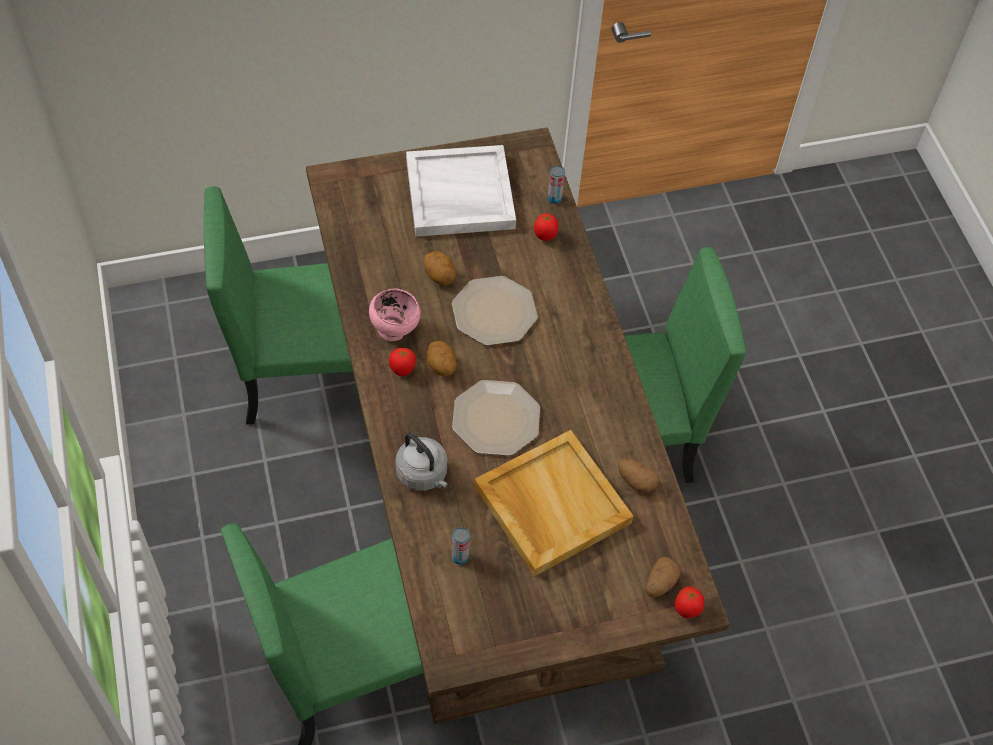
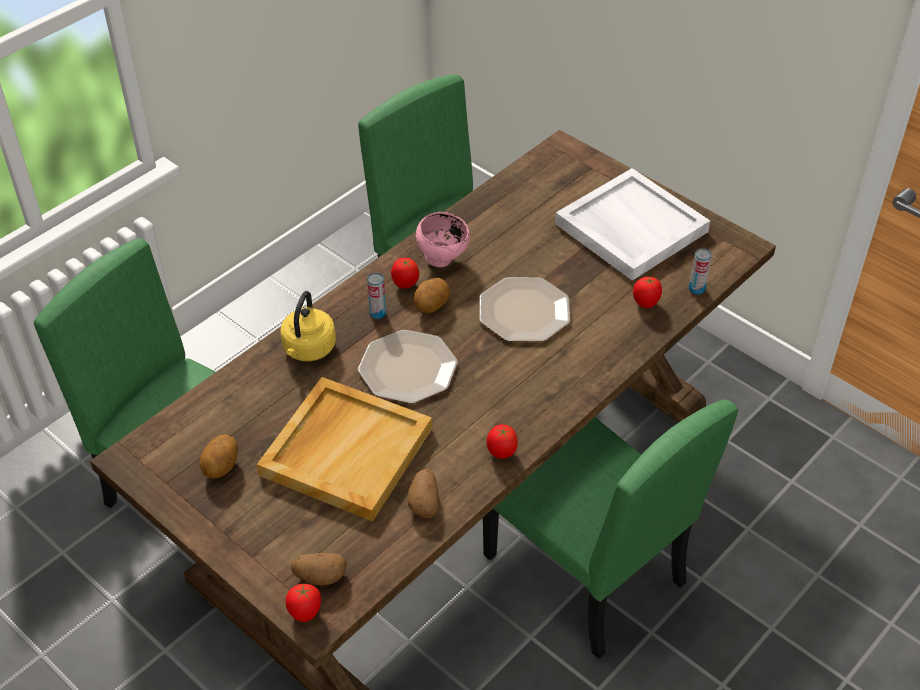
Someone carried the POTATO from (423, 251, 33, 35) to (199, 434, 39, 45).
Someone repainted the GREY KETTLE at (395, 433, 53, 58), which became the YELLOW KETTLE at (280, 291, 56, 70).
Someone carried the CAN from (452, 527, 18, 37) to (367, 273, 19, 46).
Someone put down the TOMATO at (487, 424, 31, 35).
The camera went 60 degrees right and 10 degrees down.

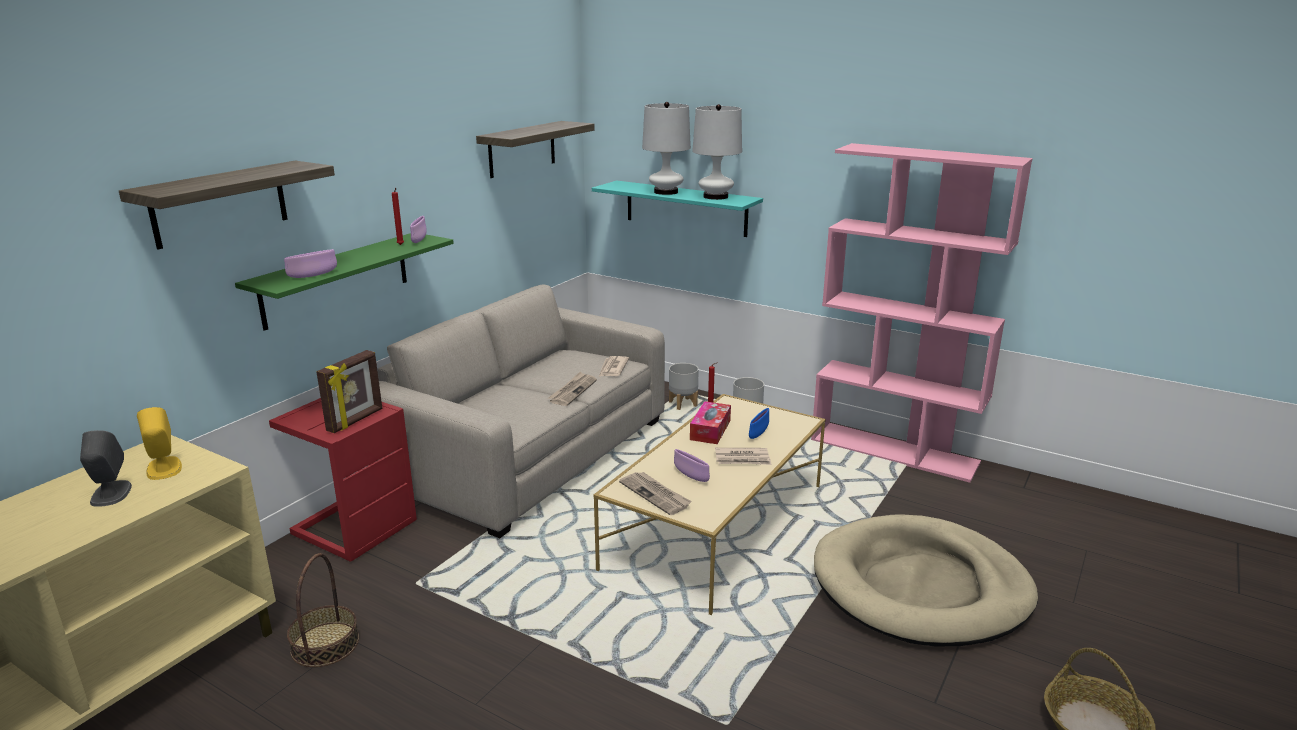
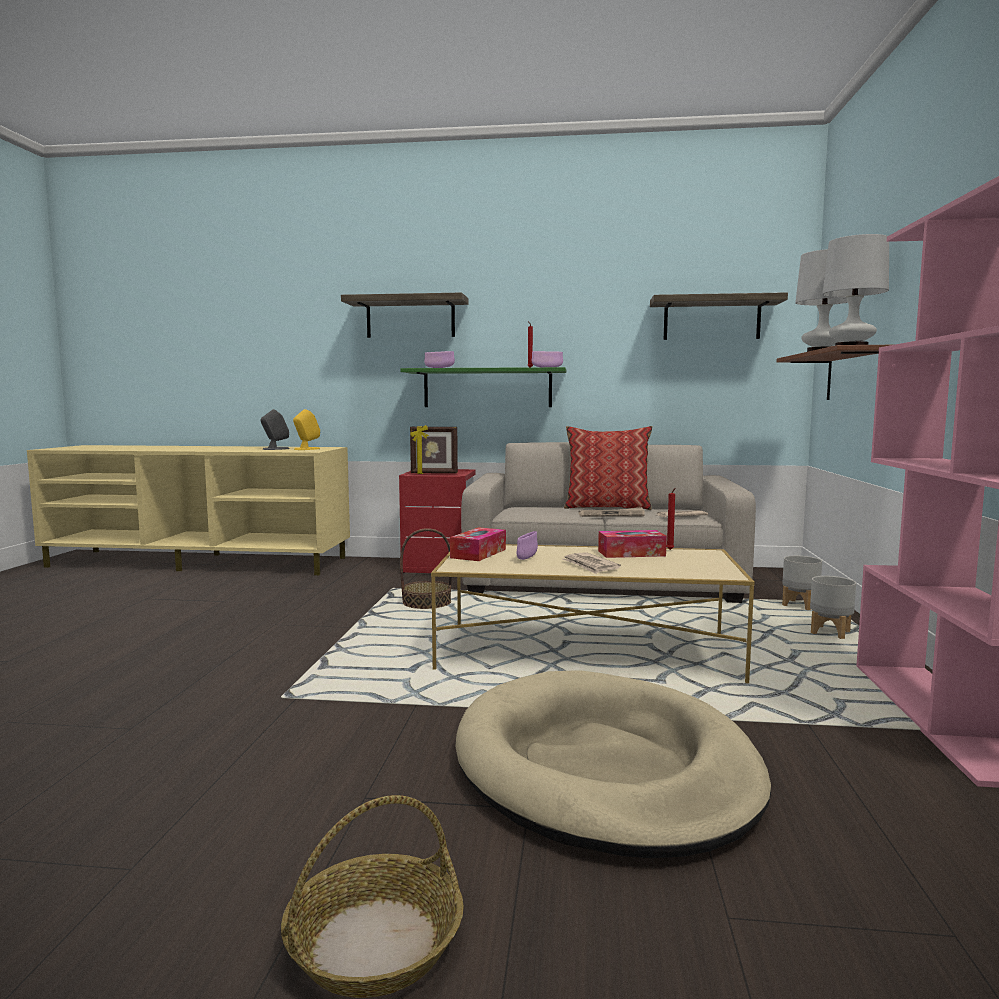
Someone repainted the TURQUOISE SHELF at (592, 180, 171, 57), which became the BROWN SHELF at (777, 345, 113, 55).
Someone took away the BLUE BOWL at (749, 408, 20, 31).
Someone swapped the NEWSPAPER at (619, 472, 73, 43) for the TISSUE BOX at (450, 527, 56, 34).
Someone carried the BASKET from (287, 553, 72, 114) to (400, 528, 52, 81).
Someone put down the PILLOW at (564, 426, 89, 84).
The camera went 65 degrees right and 15 degrees down.

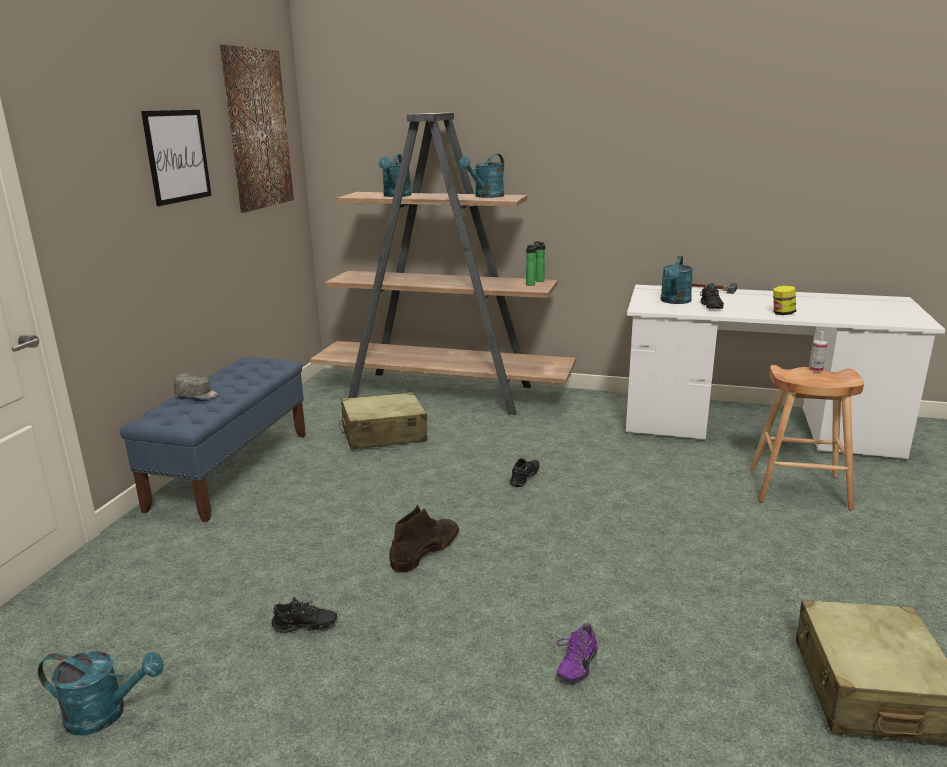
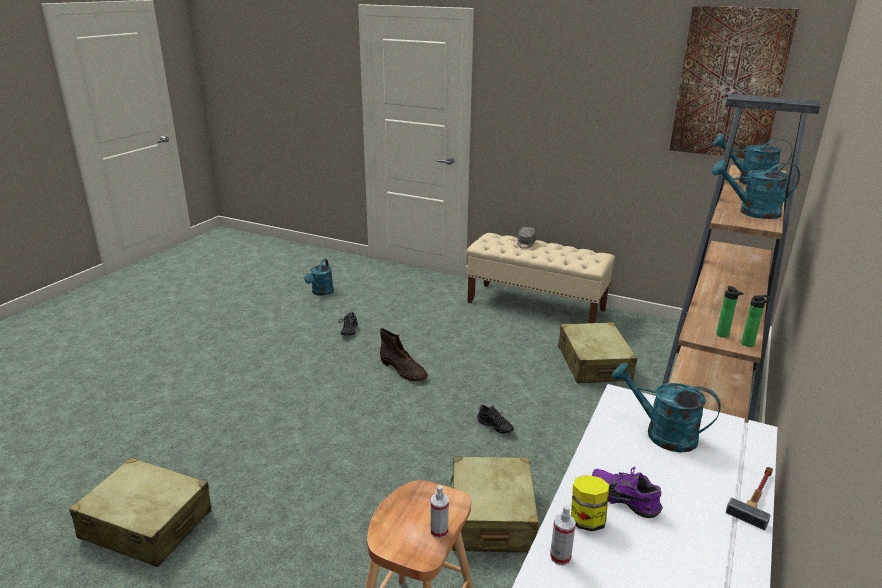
Someone took away the PICTURE at (141, 110, 71, 96).
Someone rotated the TURQUOISE WATERING CAN at (459, 154, 45, 44) by 45 degrees counterclockwise.
Someone took away the BLACK SHOE at (700, 283, 24, 26).
Someone repainted the BLUE BENCH at (120, 357, 186, 165), which became the BEIGE BENCH at (466, 233, 149, 90).
Someone carried the PURPLE SHOE from (557, 623, 41, 59) to (592, 467, 71, 51).
Someone put down the BEIGE SUITCASE at (449, 456, 90, 97).
Someone put down the SPRAY BOTTLE at (550, 505, 26, 61).
The camera went 100 degrees right and 5 degrees up.

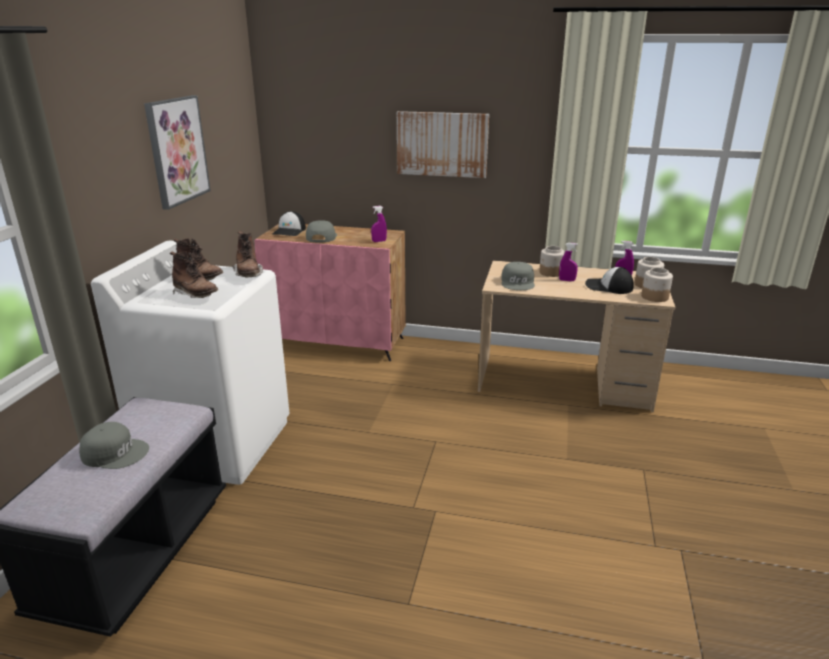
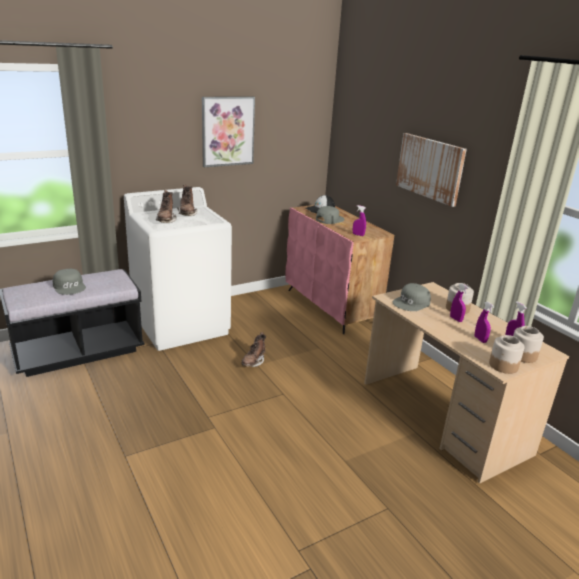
Someone carried the BROWN BOOT from (232, 231, 31, 47) to (242, 332, 24, 35).
Someone swapped the CAP at (585, 267, 49, 27) for the PURPLE SPRAY BOTTLE at (475, 302, 19, 41).
The camera went 45 degrees right and 0 degrees up.

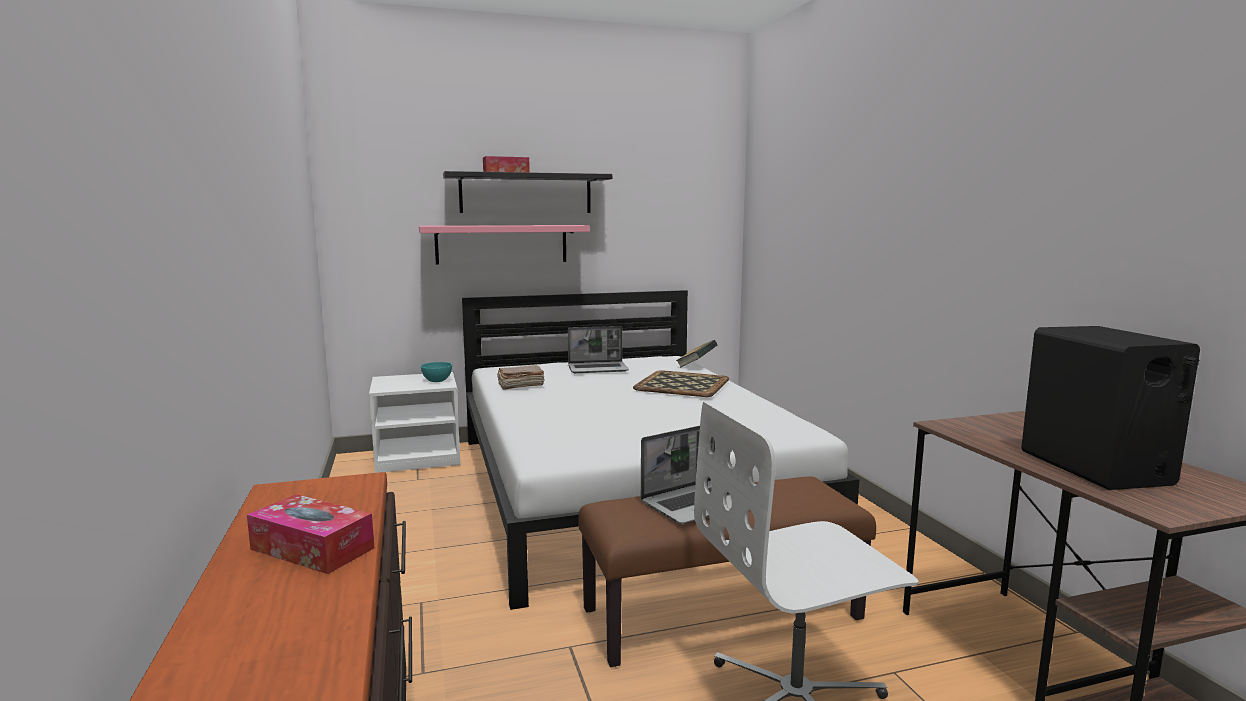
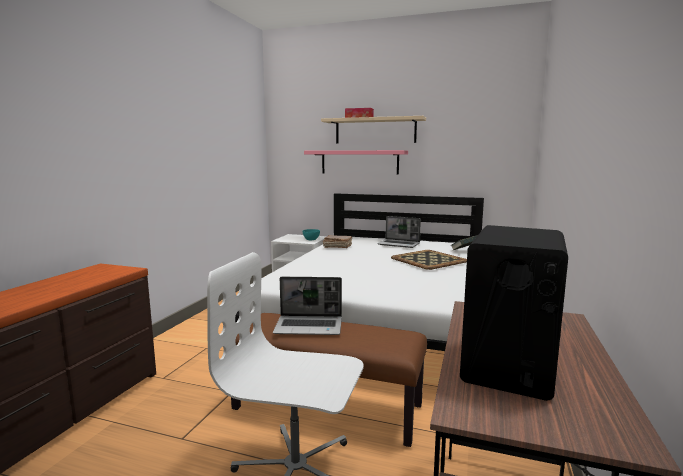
Someone repainted the BLACK SHELF at (443, 171, 169, 42), which became the BEIGE SHELF at (321, 116, 105, 27).
Someone took away the TISSUE BOX at (247, 494, 127, 80).
The camera went 35 degrees right and 0 degrees up.

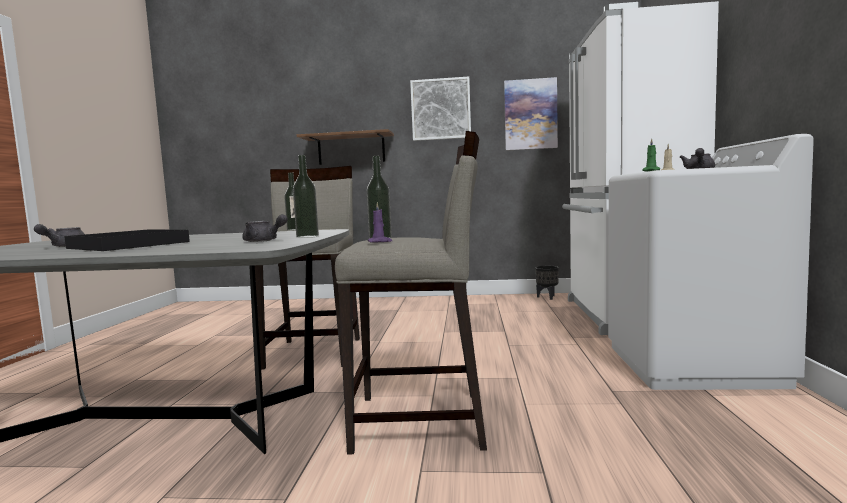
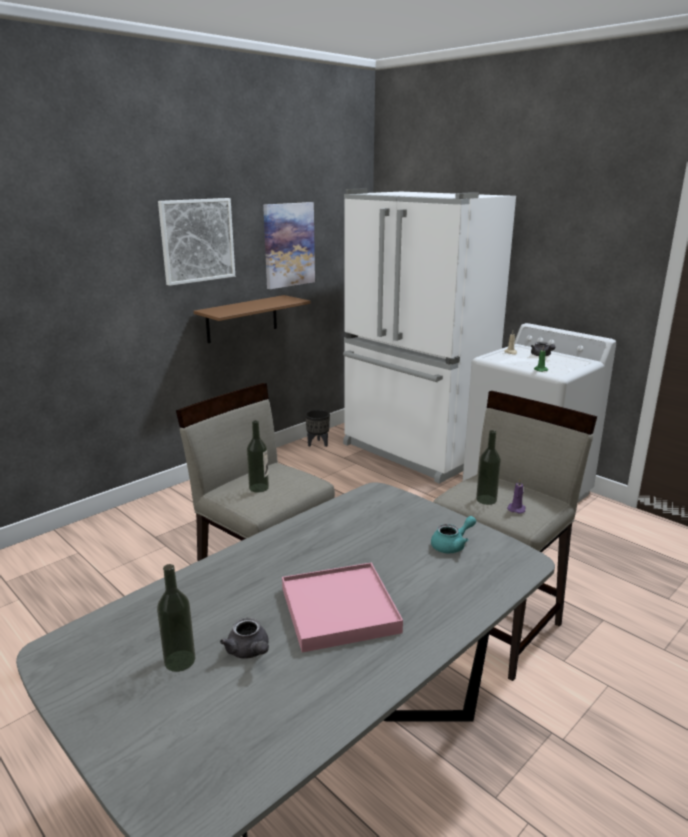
Someone carried the BROWN SHELF from (297, 129, 97, 36) to (194, 295, 117, 48).
Someone carried the BOTTLE from (293, 155, 26, 83) to (157, 564, 38, 108).
Someone repainted the GREY TEAPOT at (242, 214, 46, 28), which became the TURQUOISE TEAPOT at (431, 516, 45, 38).
Someone repainted the BLACK TRAY at (64, 229, 126, 22), which became the PINK TRAY at (282, 563, 121, 90).
The camera went 50 degrees left and 15 degrees up.

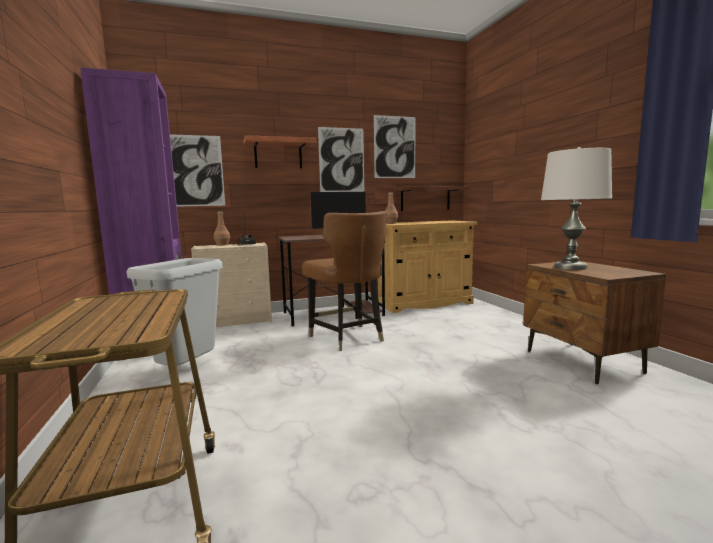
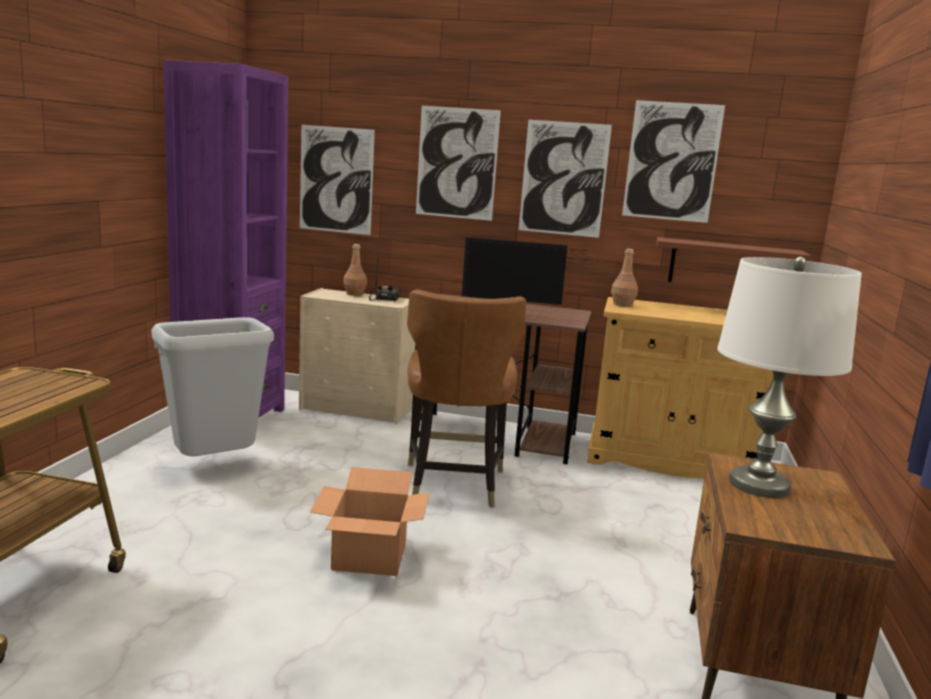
Someone swapped the SHELF at (243, 135, 74, 33) for the PICTURE at (416, 106, 85, 115).
Someone put down the CARDBOARD BOX at (310, 467, 119, 109).
The camera went 30 degrees right and 5 degrees up.

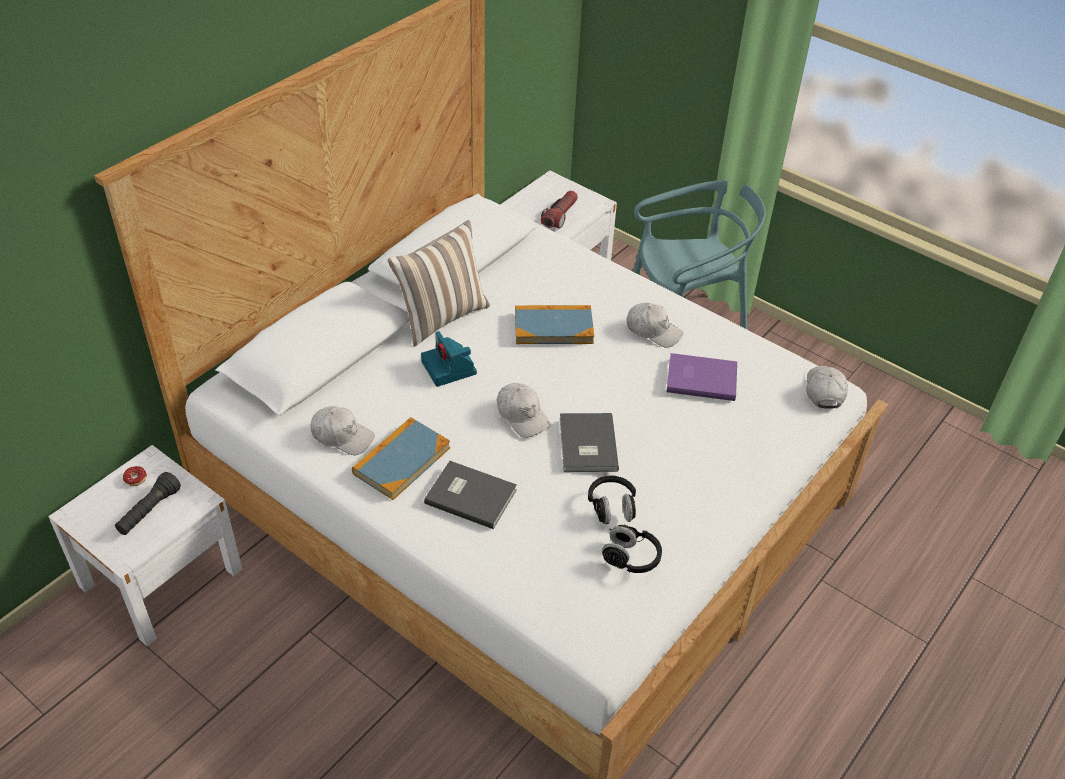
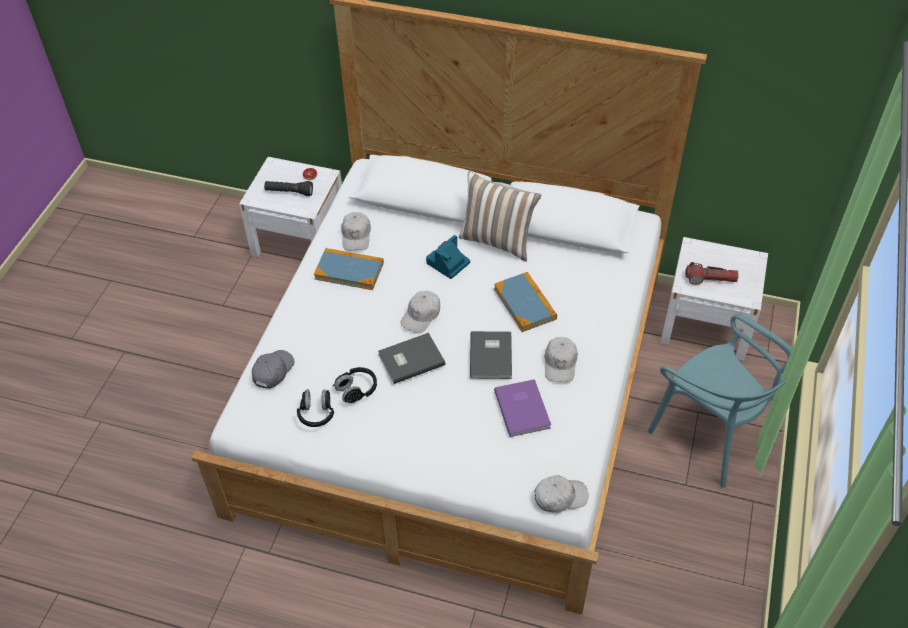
Someone carried the GREY BOOK from (424, 461, 93, 68) to (470, 331, 42, 48).
Someone put down the GREY CAP at (252, 350, 42, 39).
The camera went 70 degrees right and 5 degrees up.

